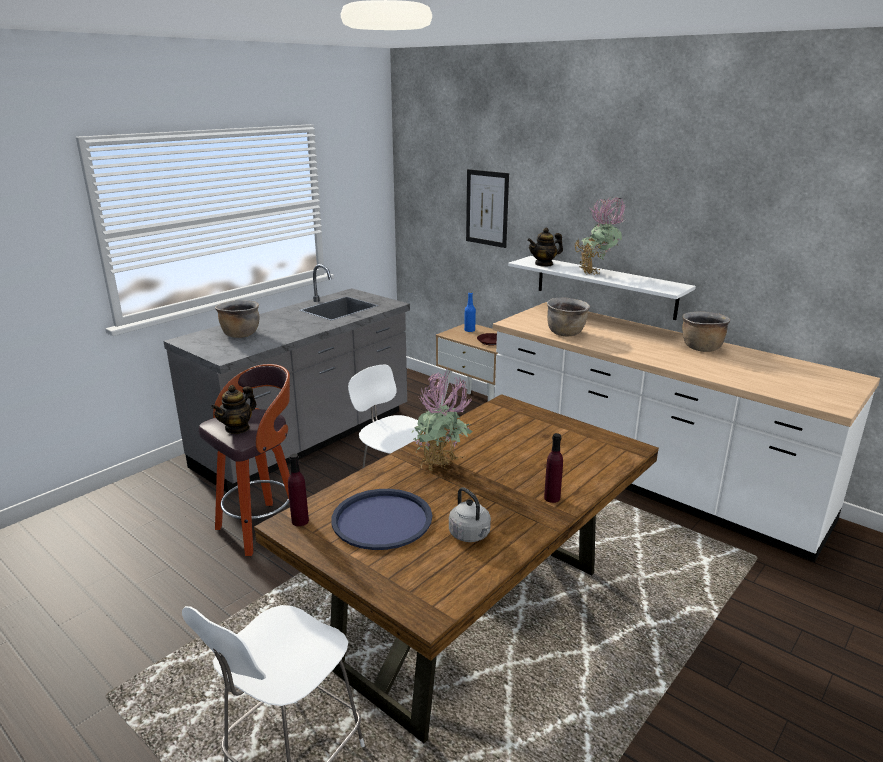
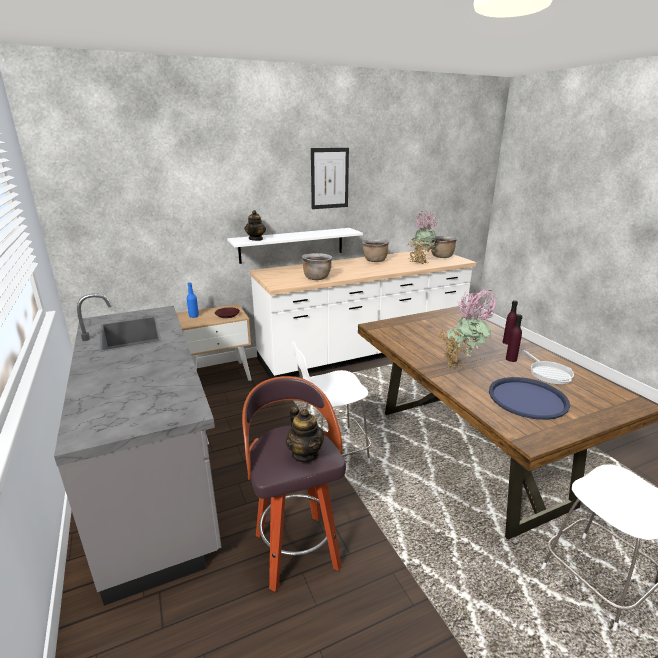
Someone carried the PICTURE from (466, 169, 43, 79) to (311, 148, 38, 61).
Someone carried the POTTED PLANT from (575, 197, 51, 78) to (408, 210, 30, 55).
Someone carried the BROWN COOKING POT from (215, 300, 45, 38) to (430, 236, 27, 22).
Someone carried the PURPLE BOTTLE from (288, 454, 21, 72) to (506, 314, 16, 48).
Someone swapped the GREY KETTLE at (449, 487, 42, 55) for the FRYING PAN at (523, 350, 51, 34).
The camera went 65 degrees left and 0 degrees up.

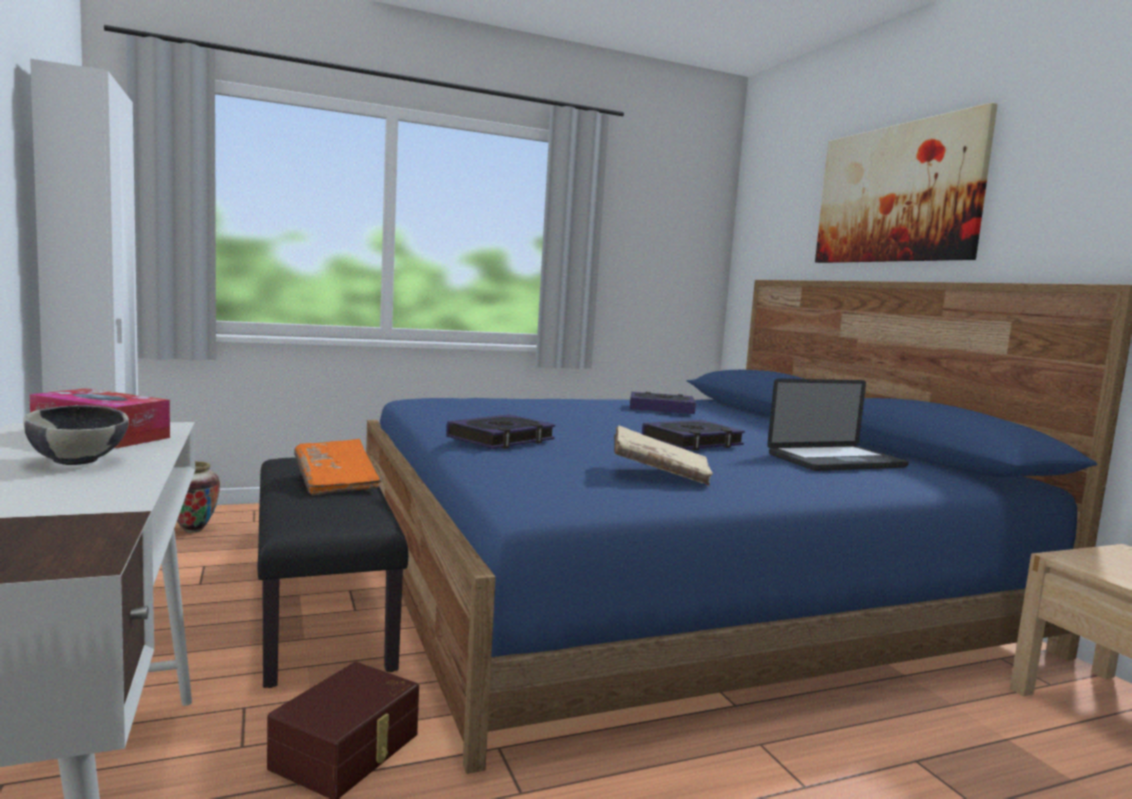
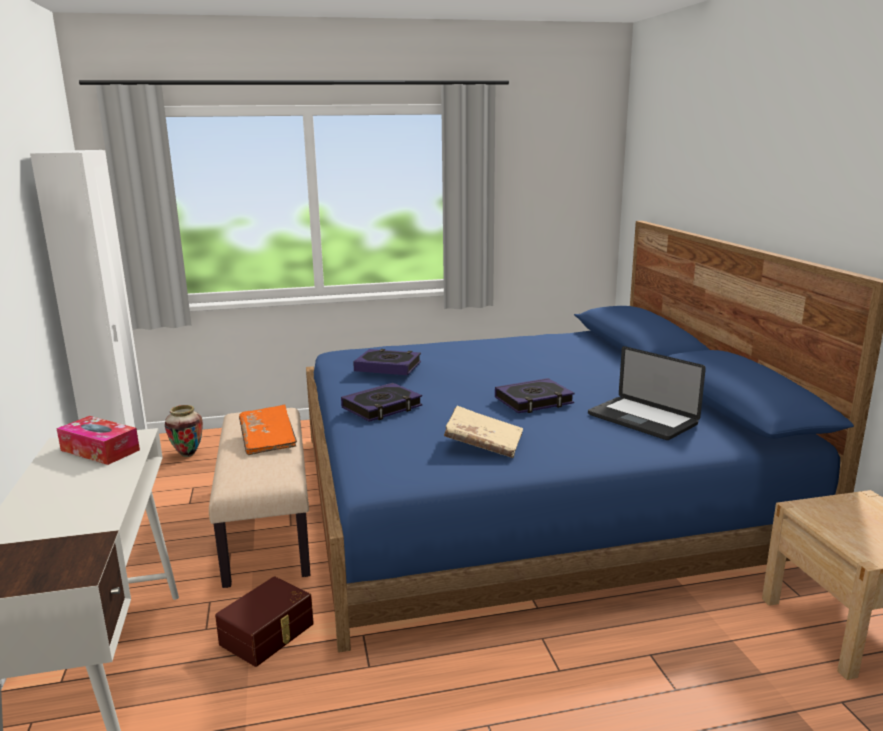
Someone took away the PICTURE at (815, 102, 183, 161).
Someone rotated the LAPTOP at (767, 379, 142, 92) by 60 degrees clockwise.
Someone carried the BOOK from (630, 392, 66, 22) to (353, 349, 68, 26).
Someone took away the BOWL at (23, 405, 106, 60).
Someone repainted the BLACK BENCH at (258, 457, 151, 231), which became the BEIGE BENCH at (209, 408, 101, 180).
The camera went 10 degrees right and 10 degrees up.

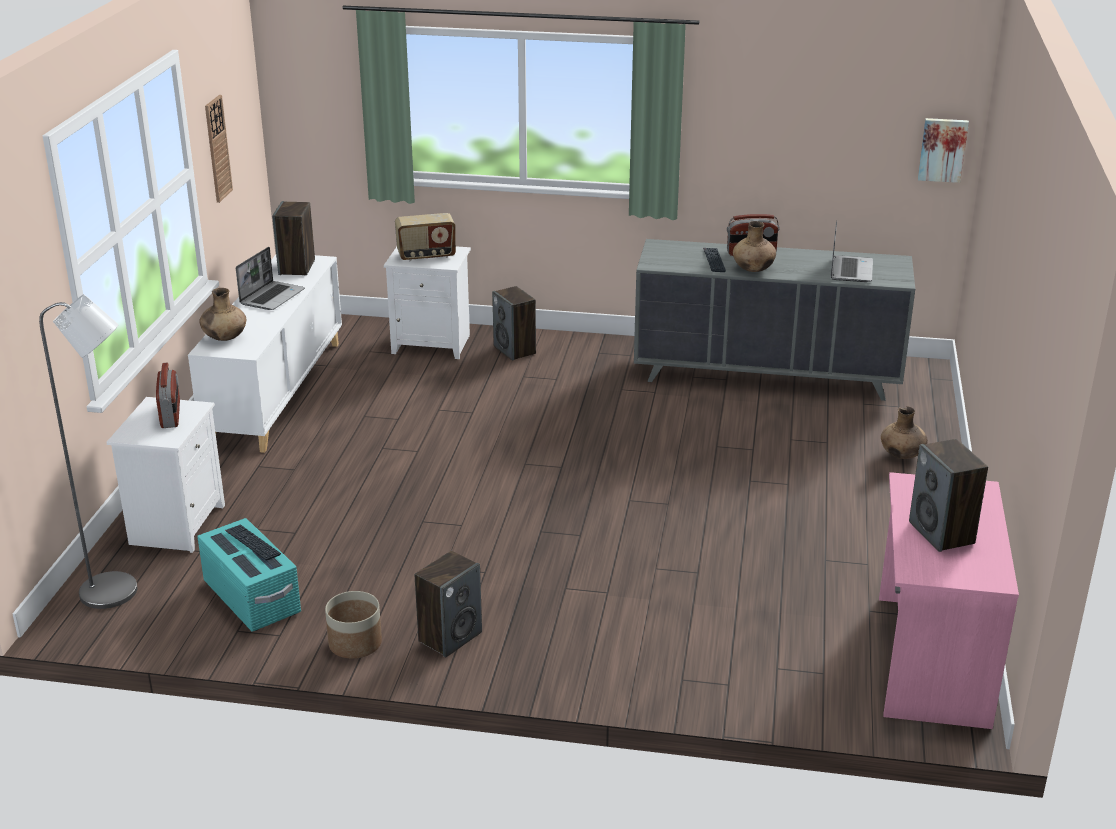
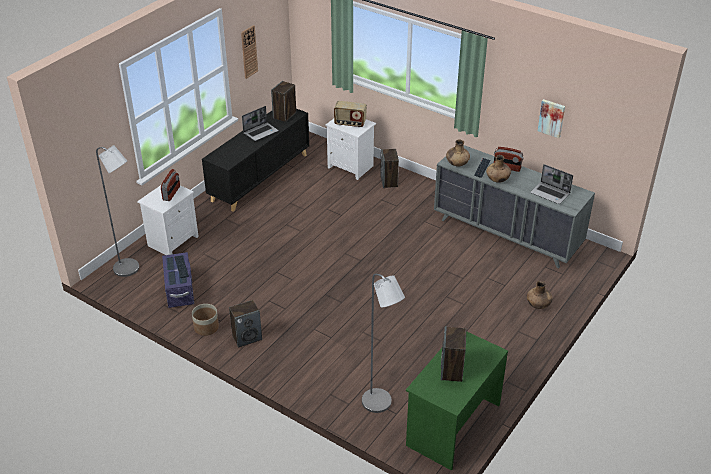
Someone carried the PICTURE from (918, 118, 51, 65) to (538, 99, 27, 39).
Someone rotated the LAPTOP at (831, 221, 42, 61) by 90 degrees clockwise.
Someone repainted the WHITE CABINET at (188, 255, 154, 198), which became the BLACK CABINET at (202, 108, 107, 104).
Someone carried the BROWN VASE from (199, 288, 48, 53) to (446, 140, 24, 26).
Someone repainted the PINK DESK at (879, 472, 140, 257), which became the GREEN DESK at (406, 331, 102, 139).
Someone repainted the TURQUOISE STORAGE BOX at (197, 518, 104, 114), which became the PURPLE STORAGE BOX at (162, 252, 32, 56).
Someone put down the GREY FLOOR LAMP at (362, 274, 43, 139).
The camera went 25 degrees right and 10 degrees up.

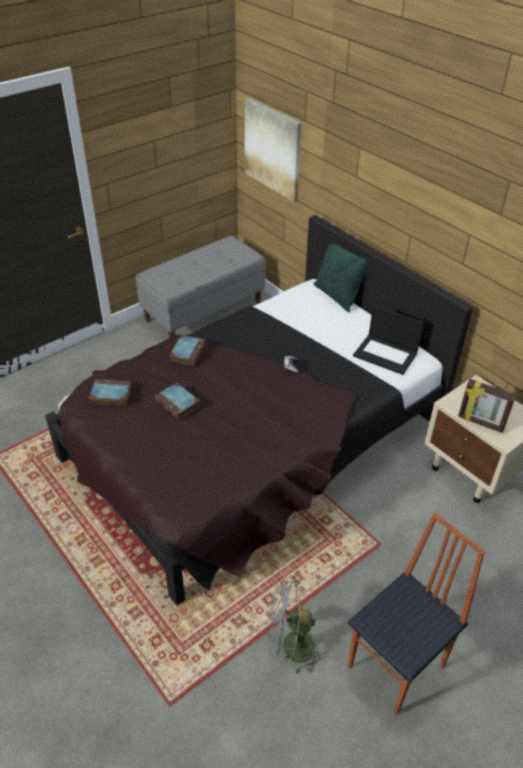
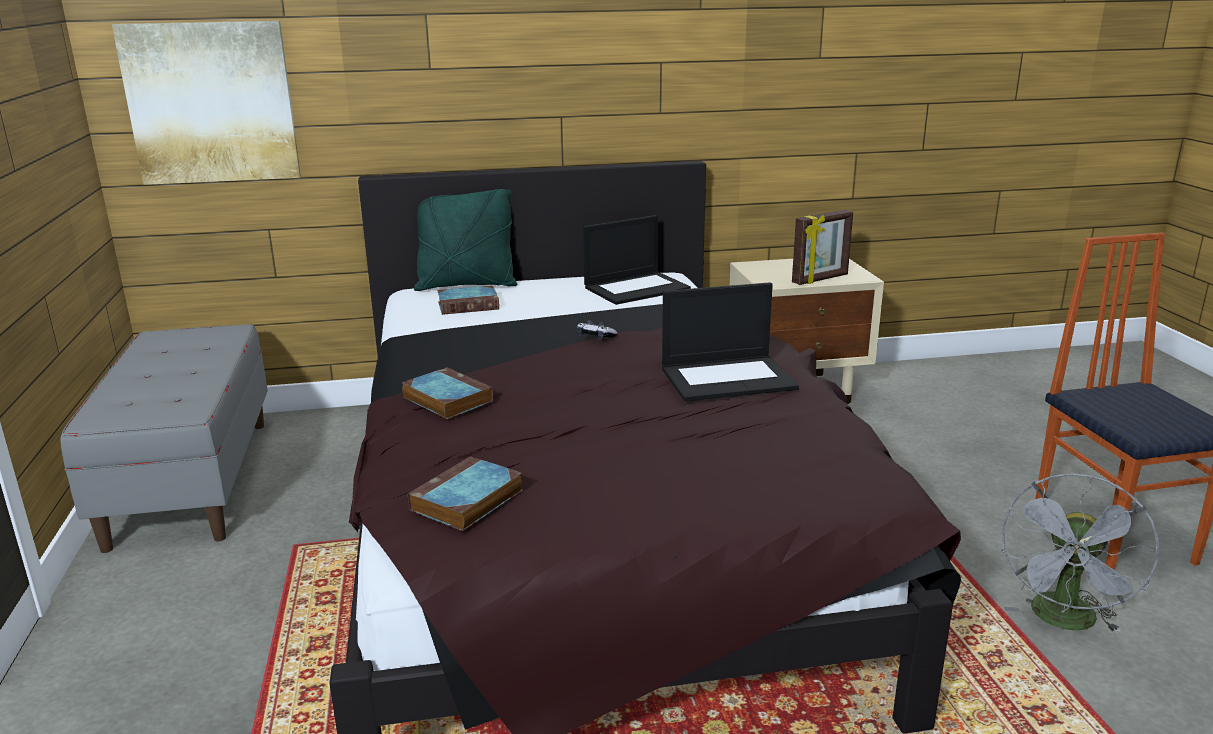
Someone carried the BOOK from (155, 383, 45, 36) to (437, 285, 62, 30).
Someone put down the LAPTOP at (662, 282, 137, 119).
The camera went 60 degrees left and 20 degrees down.

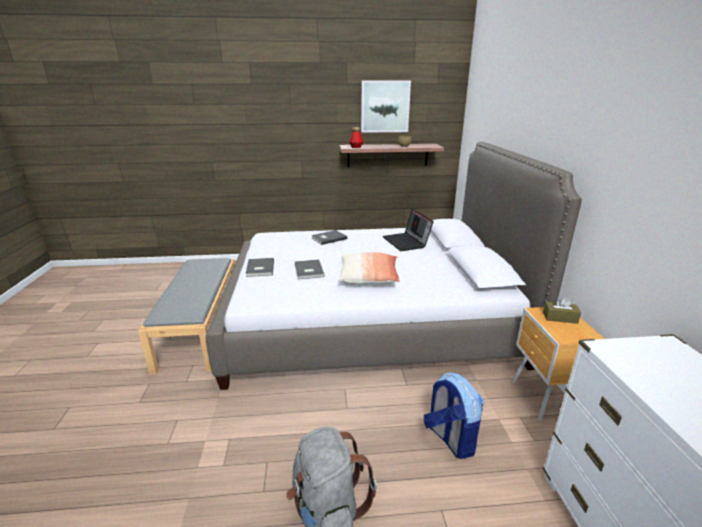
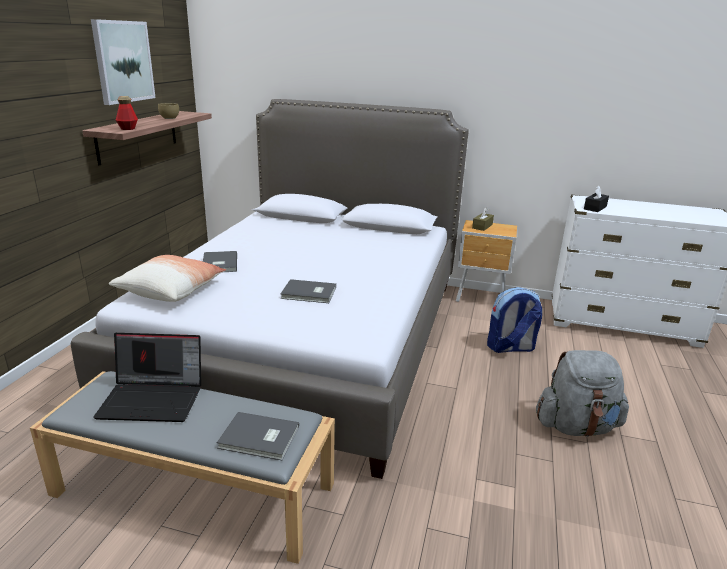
Someone carried the LAPTOP from (383, 209, 50, 42) to (93, 333, 108, 89).
Someone carried the PILLOW from (339, 252, 61, 33) to (109, 255, 117, 47).
Someone carried the GREY BOOK from (246, 258, 28, 19) to (216, 412, 83, 49).
Someone put down the BLACK TISSUE BOX at (584, 186, 25, 26).
The camera went 70 degrees left and 0 degrees up.

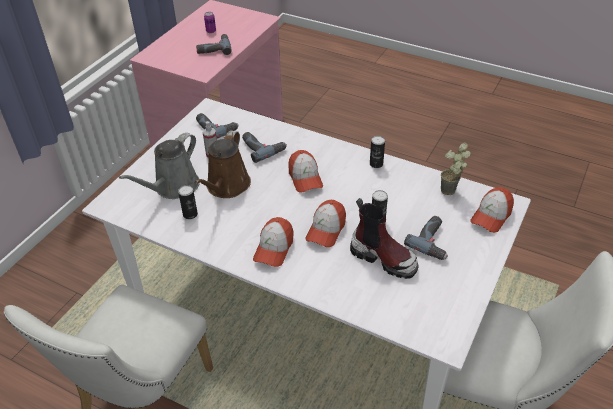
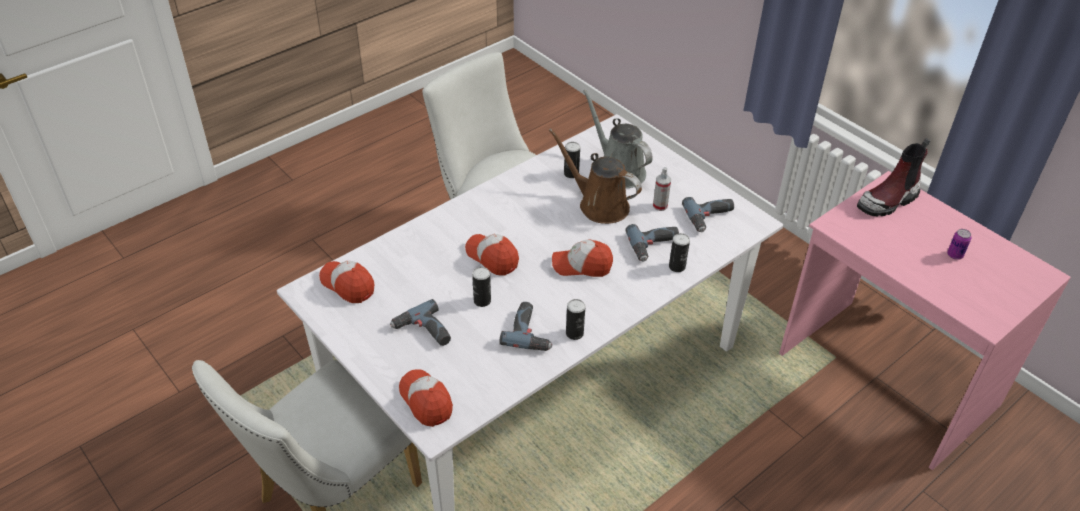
Someone carried the POWER DRILL from (196, 34, 36, 21) to (499, 302, 53, 49).
Someone took away the POTTED PLANT at (441, 142, 30, 53).
Someone carried the BOOT from (350, 198, 69, 81) to (857, 138, 73, 78).
Someone carried the CAP from (253, 217, 41, 50) to (319, 261, 55, 42).
Someone put down the CAN at (669, 233, 21, 39).
The camera went 110 degrees right and 0 degrees up.

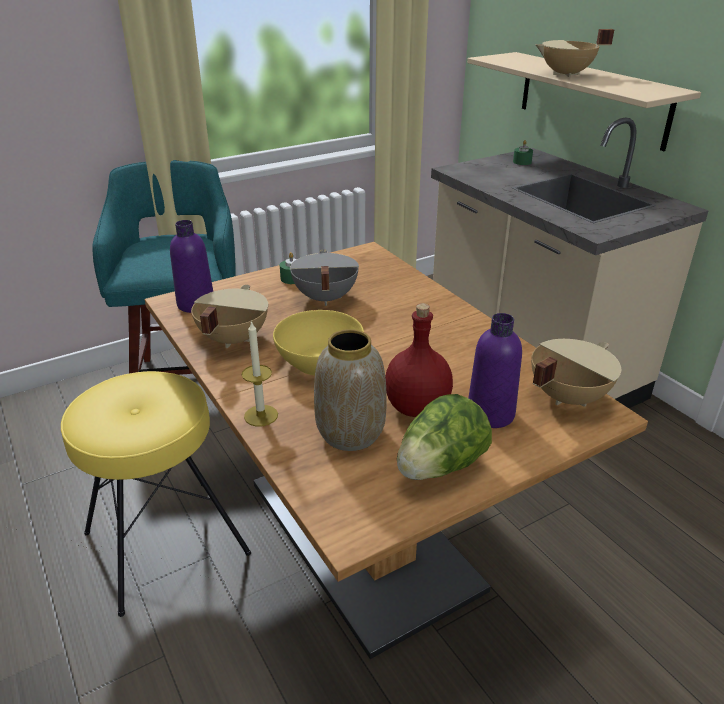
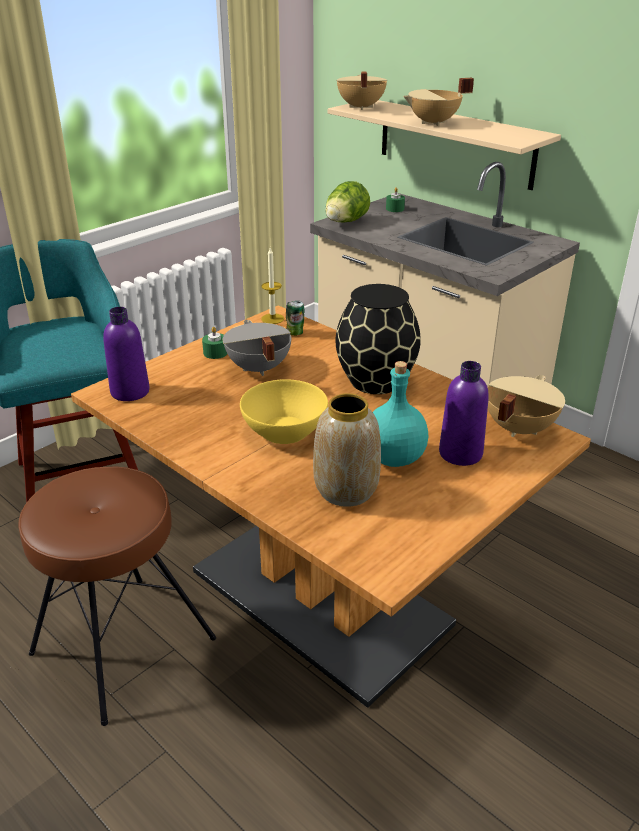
Someone carried the BEIGE COOKING POT from (191, 285, 77, 63) to (336, 72, 51, 38).
Someone repainted the RED BOTTLE at (385, 303, 68, 114), which became the TURQUOISE BOTTLE at (373, 361, 55, 106).
Someone carried the CANDLE from (242, 321, 36, 105) to (261, 248, 23, 76).
Someone repainted the YELLOW STOOL at (61, 371, 190, 246), which became the BROWN STOOL at (19, 467, 197, 259).
Someone carried the LETTUCE from (397, 394, 95, 86) to (325, 181, 45, 41).
Someone put down the BLACK VASE at (335, 284, 86, 110).
Someone put down the CAN at (286, 301, 19, 35).
The camera went 15 degrees left and 0 degrees up.

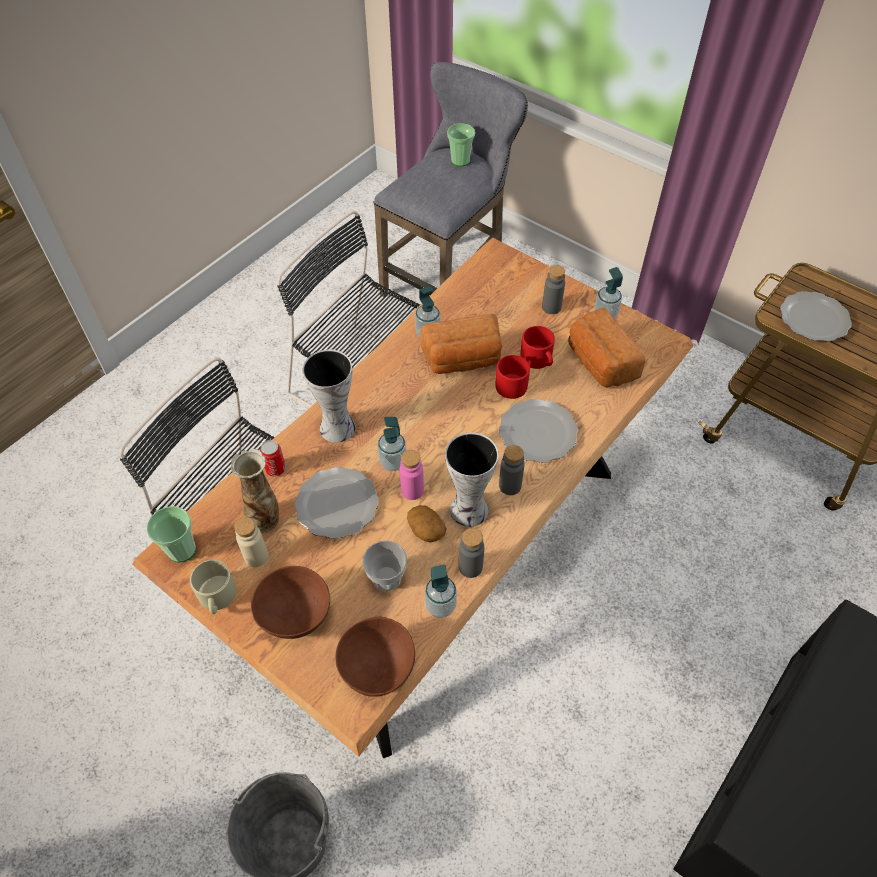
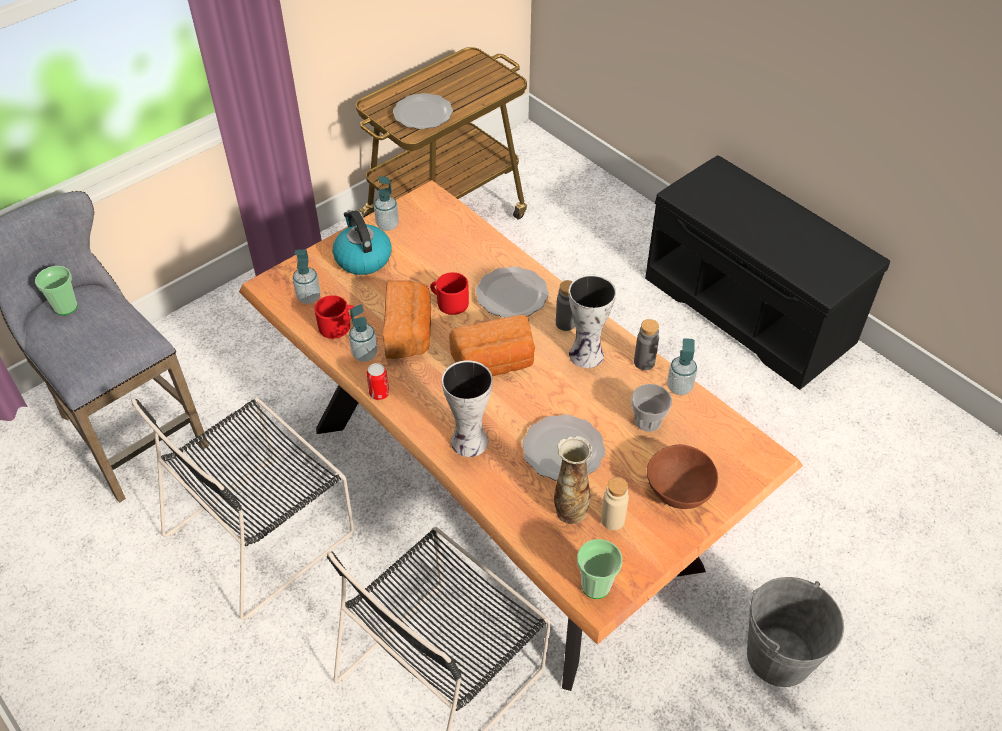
Someone swapped the GREY BOTTLE at (542, 265, 23, 49) for the KETTLE at (333, 210, 59, 65).
Someone carried the BREAD from (568, 307, 78, 81) to (449, 315, 86, 61).
Someone carried the RED MUG from (520, 326, 35, 43) to (314, 295, 41, 44).
Someone carried the SOAP DISPENSER from (378, 417, 28, 54) to (292, 249, 29, 55).
Someone carried the CAN from (260, 440, 26, 36) to (367, 363, 22, 37).
Someone took away the PINK BOTTLE at (400, 450, 24, 50).
Someone took away the POTATO at (407, 505, 40, 37).
Someone took away the BEIGE MUG at (190, 560, 46, 54).
Someone took away the BROWN BOWL at (335, 617, 80, 80).
The camera went 80 degrees left and 5 degrees down.

